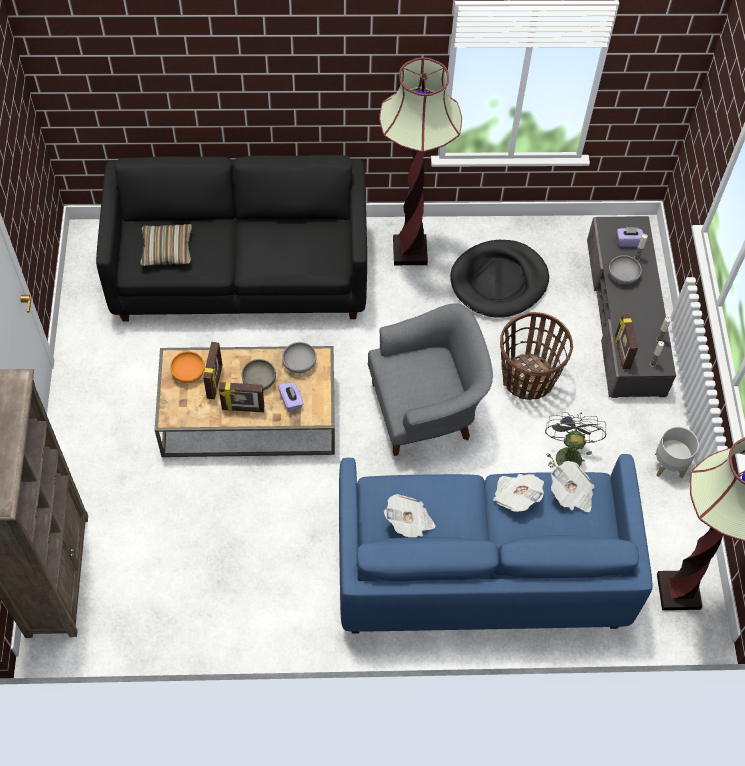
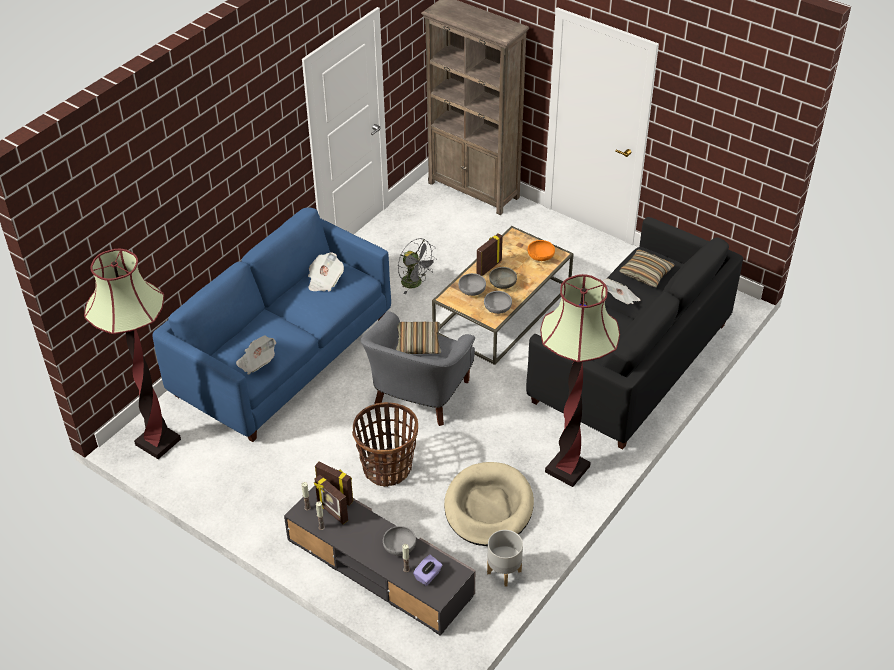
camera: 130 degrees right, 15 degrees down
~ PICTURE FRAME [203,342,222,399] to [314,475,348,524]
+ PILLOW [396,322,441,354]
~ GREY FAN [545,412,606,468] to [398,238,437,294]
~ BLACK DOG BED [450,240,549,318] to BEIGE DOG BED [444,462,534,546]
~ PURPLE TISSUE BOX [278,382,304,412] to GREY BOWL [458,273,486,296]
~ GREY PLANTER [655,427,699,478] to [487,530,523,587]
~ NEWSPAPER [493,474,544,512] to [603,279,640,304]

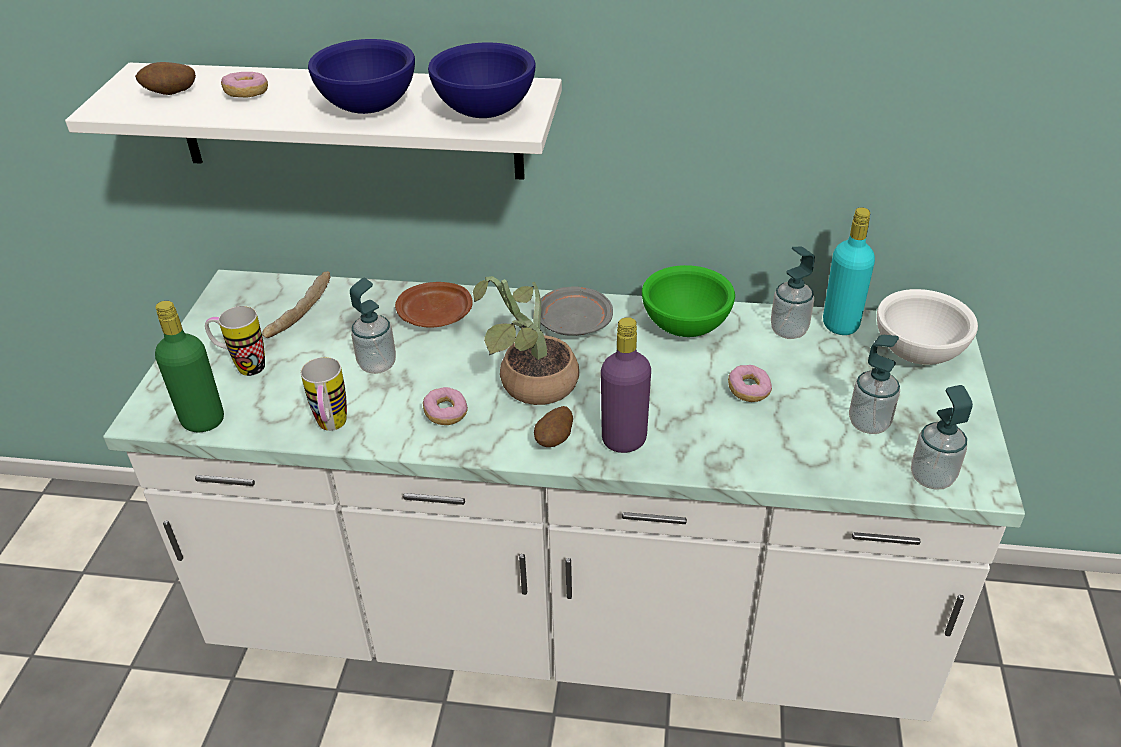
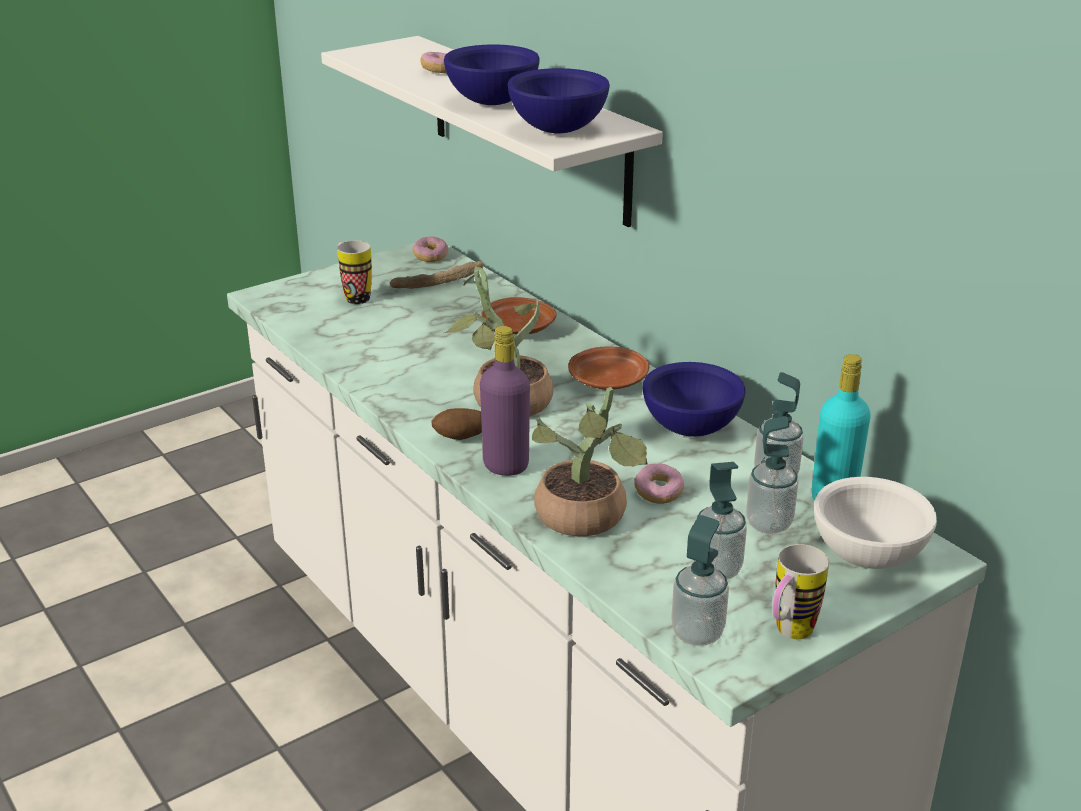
camera: 45 degrees right, 10 degrees down
~ DONUT [423,387,468,425] to [413,236,448,262]
+ POTTED PLANT [532,387,648,536]
~ GREY PLATE [541,287,613,336] to BROWN PLATE [568,347,649,390]
~ GREEN BOWL [642,265,735,337] to BLUE BOWL [642,362,746,436]
~ SOAP DISPENSER [350,278,396,374] to [746,416,799,534]
~ MUG [301,357,347,431] to [772,544,829,639]
- POTATO [135,62,196,95]
- GREEN BOTTLE [155,301,224,432]

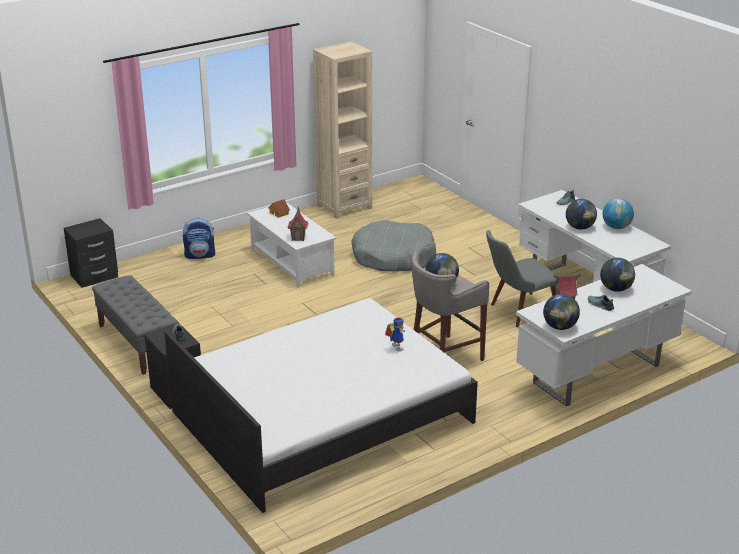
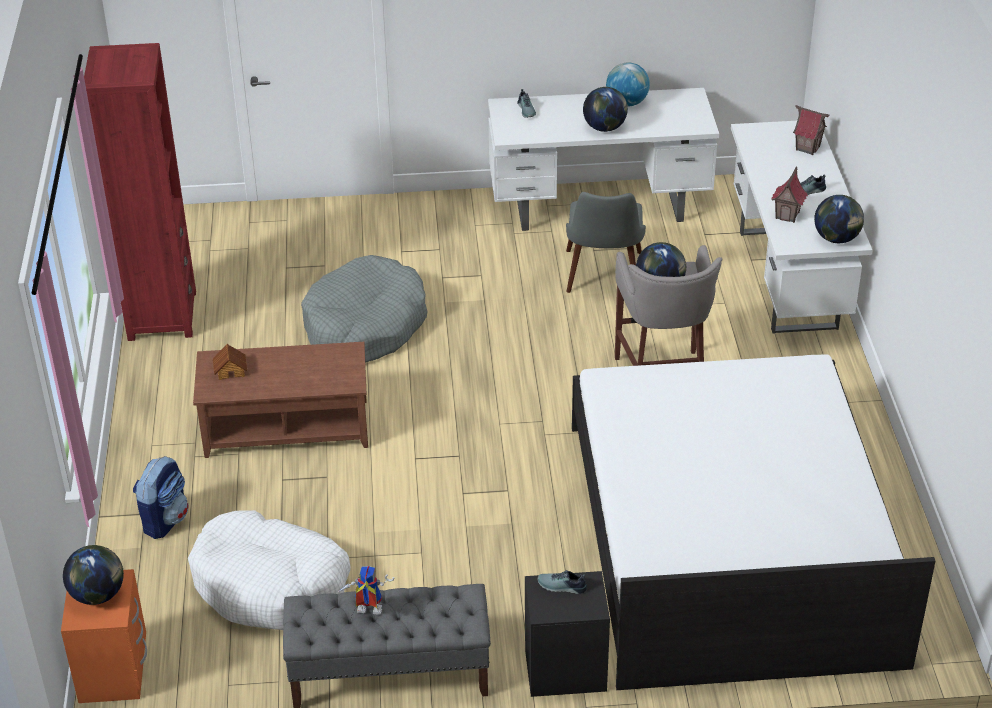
camera: 60 degrees left, 10 degrees up
~ BLACK NIGHTSTAND [64,218,118,288] to ORANGE NIGHTSTAND [61,569,147,703]
~ GLOBE [600,258,635,292] to [63,545,124,605]
~ BEIGE BOOKCASE [313,41,372,219] to RED BOOKCASE [84,43,196,341]
+ WHITE DOG BED [188,510,351,630]
~ WHITE COFFEE TABLE [247,202,336,288] to BROWN COFFEE TABLE [193,342,368,458]
~ TOY ROBOT [385,317,405,351] to [338,566,394,615]
~ TOY HOUSE [288,207,309,241] to [793,105,830,155]

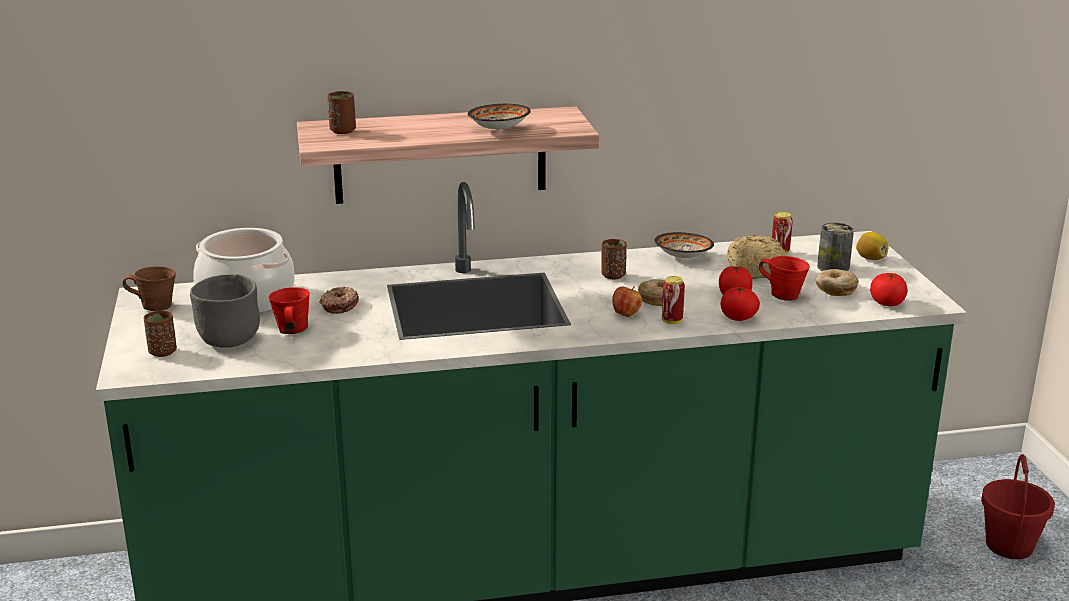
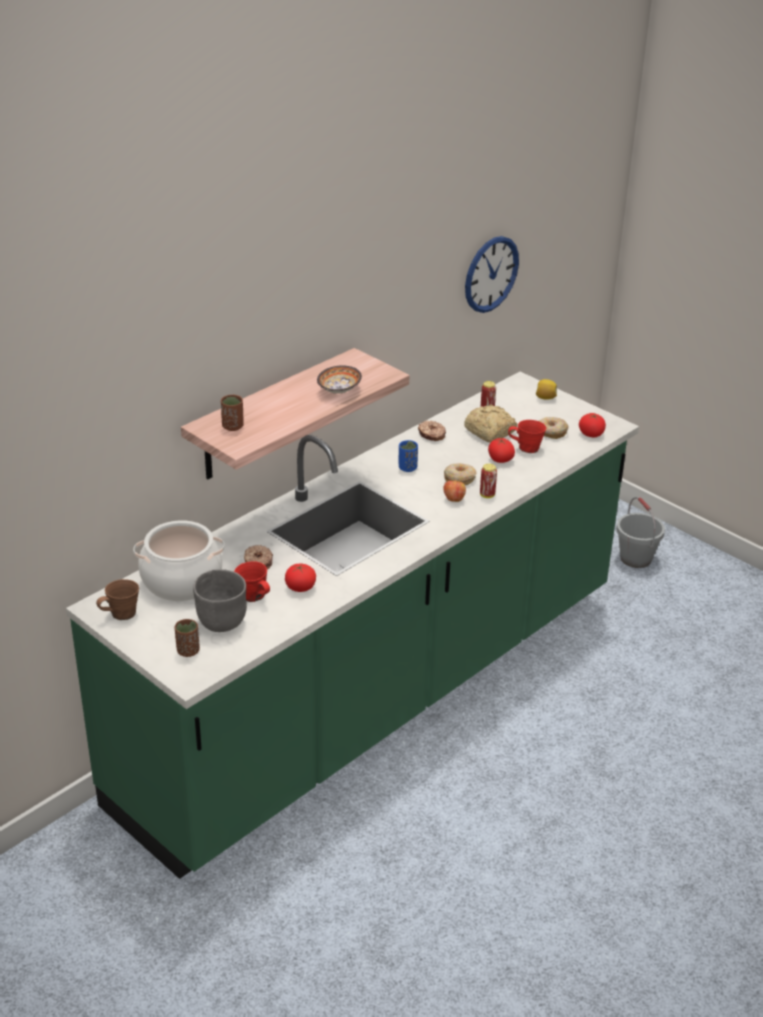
camera: 35 degrees left, 10 degrees up
~ TOMATO [721,286,760,321] to [285,564,316,592]
~ BROWN CUP [601,239,627,279] to BLUE CUP [399,440,418,472]
~ BOWL [654,232,714,258] to DONUT [418,420,446,441]
+ WALL CLOCK [465,236,519,313]
~ RED BUCKET [981,454,1055,559] to GREY BUCKET [616,497,665,568]
- CAN [817,222,854,271]

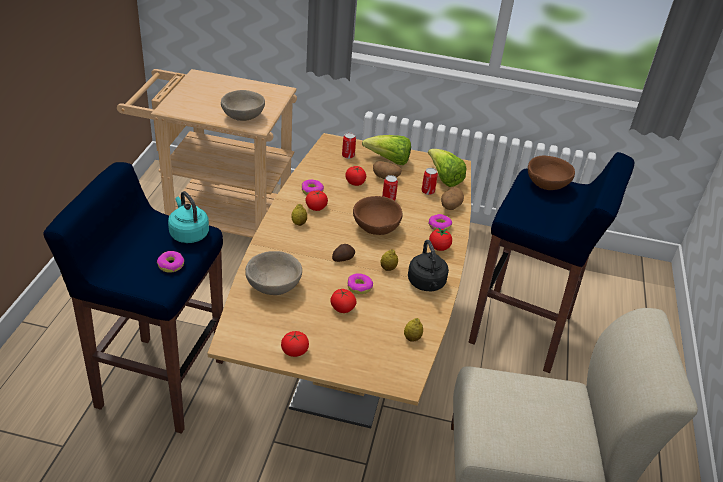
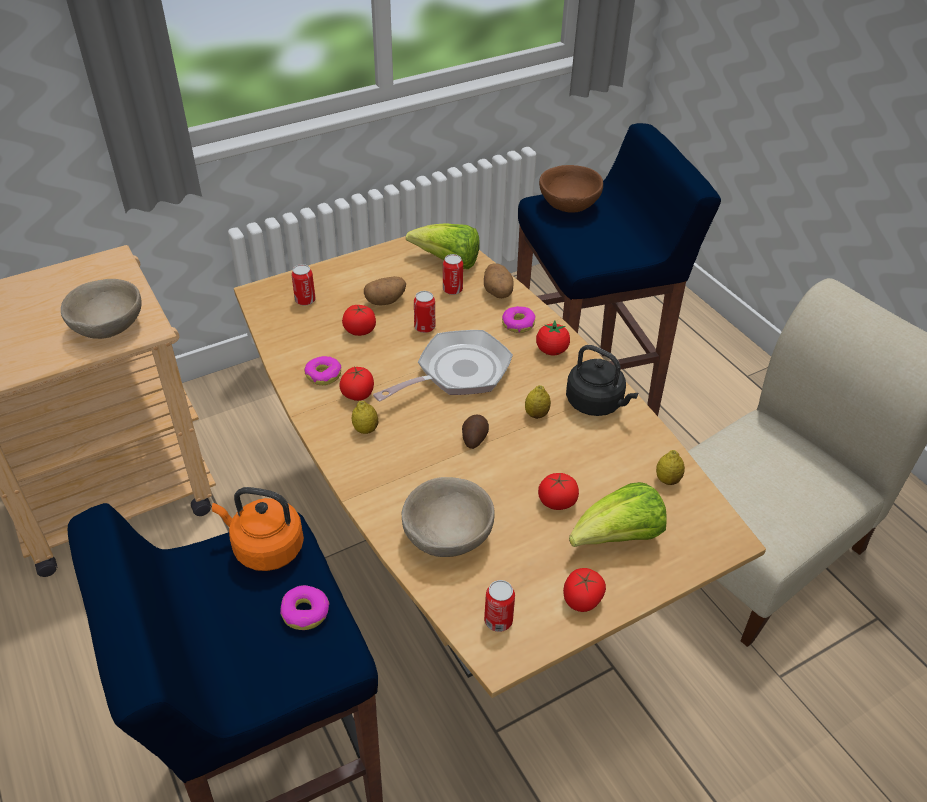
camera: 40 degrees left, 5 degrees up
~ TURQUOISE KETTLE [168,191,209,243] to ORANGE KETTLE [212,487,304,571]
~ BROWN BOWL [353,196,403,235] to FRYING PAN [373,330,513,402]
+ CAN [484,580,515,632]
~ LETTUCE [362,135,411,165] to [569,482,667,547]
- DONUT [347,273,373,294]

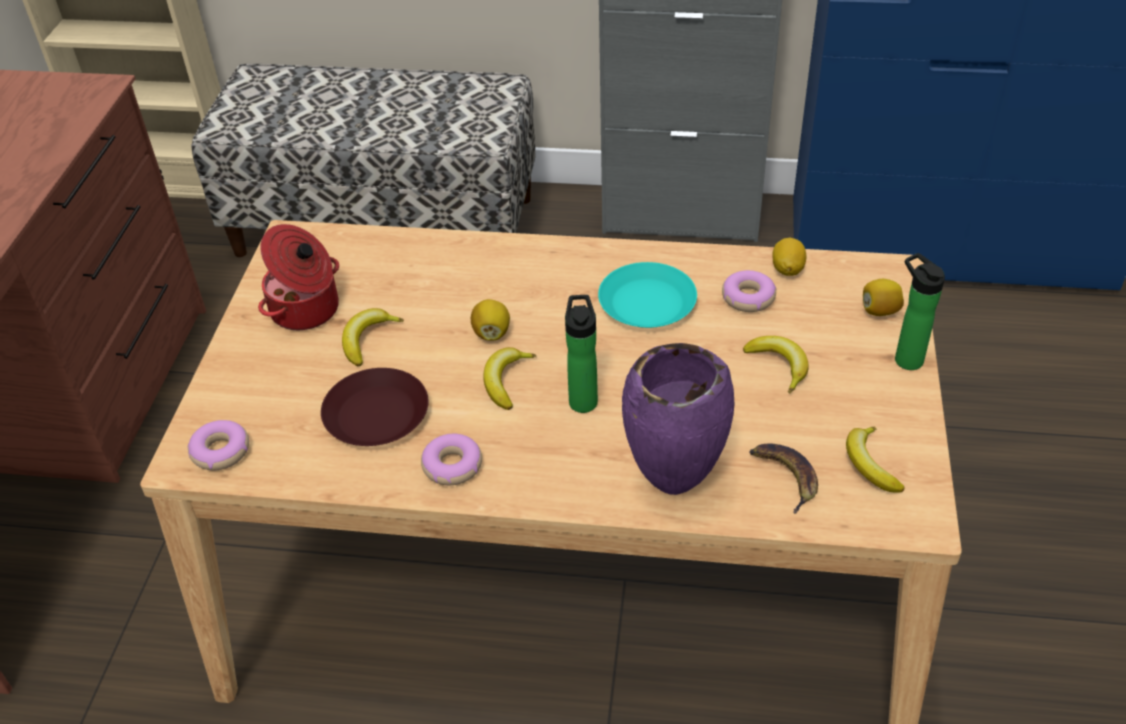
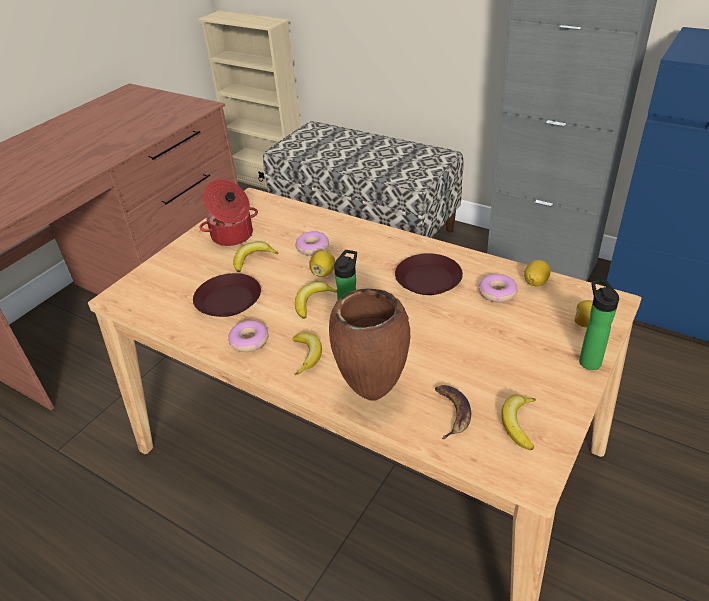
camera: 25 degrees right, 5 degrees down
~ BANANA [743,336,809,393] to [292,332,322,375]
~ DONUT [188,420,249,470] to [295,231,329,256]
~ PURPLE VASE [622,343,735,495] to BROWN VASE [329,288,410,401]
~ TURQUOISE PLATE [598,262,697,328] to BROWN PLATE [395,253,463,295]

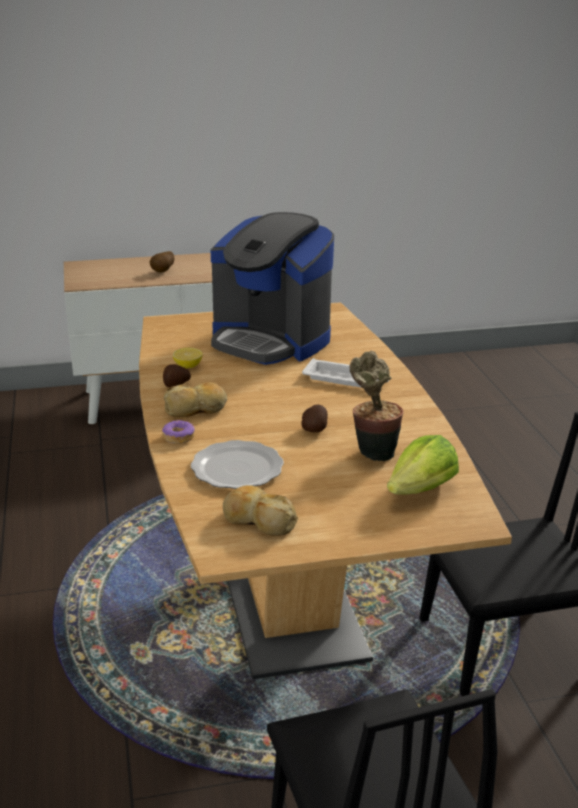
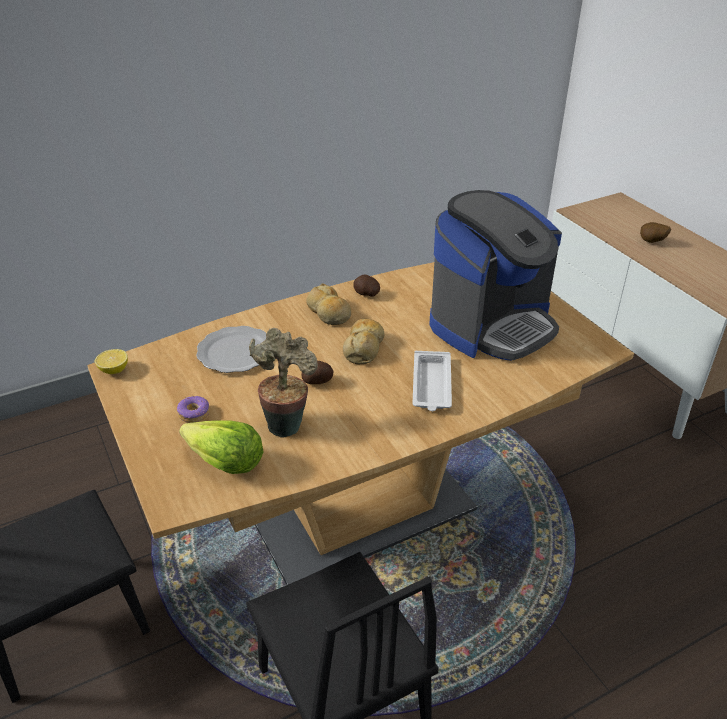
camera: 75 degrees right, 10 degrees up
~ LEMON [173,348,203,369] to [95,349,128,374]
~ DONUT [162,420,195,444] to [177,396,210,422]
~ BREAD [223,485,298,536] to [343,319,384,364]
~ COFFEE MACHINE [211,212,334,365] = [429,190,562,361] 150 degrees counterclockwise

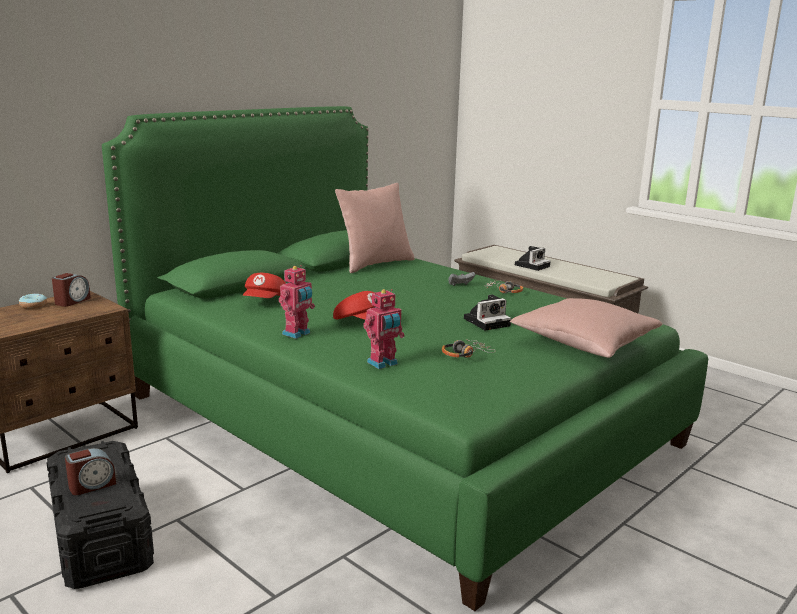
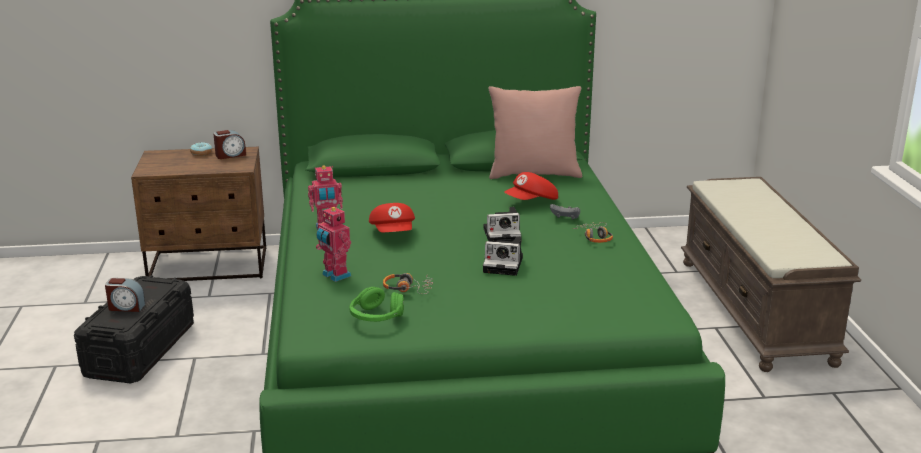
camera: 40 degrees right, 5 degrees up
~ TOY ROBOT [363,289,404,369] = [316,206,351,282] 45 degrees clockwise
+ GREEN HEADPHONES [349,287,404,322]
~ PHOTO CAMERA [515,246,551,271] to [484,207,521,242]
~ RED CAP [242,273,286,298] to [505,172,558,200]
- PINK PILLOW [510,298,662,358]

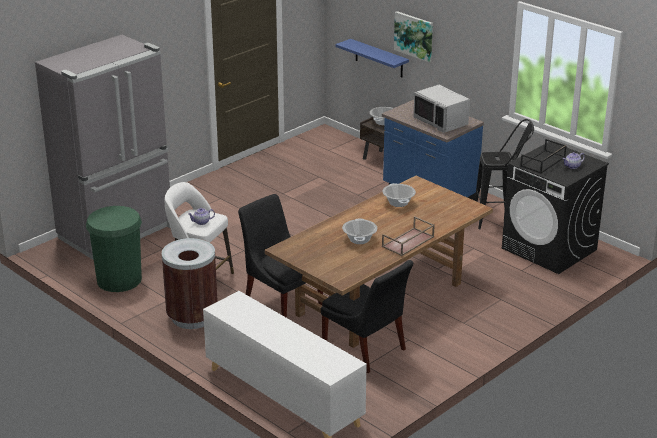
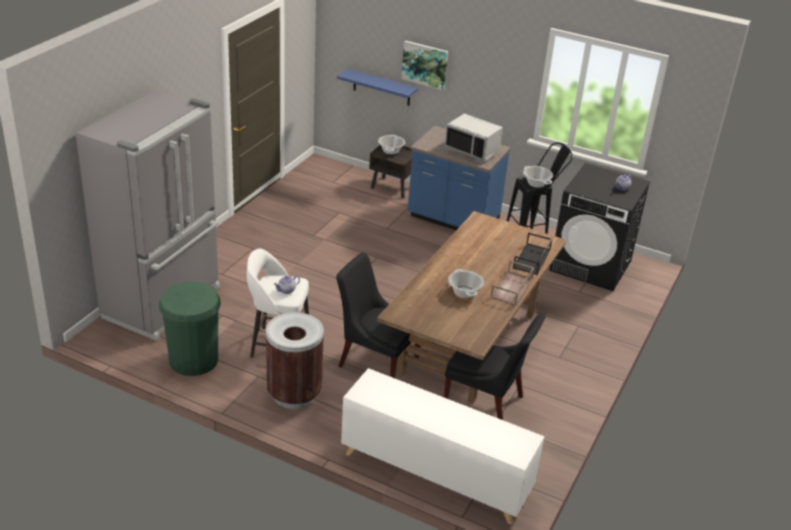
camera: 20 degrees left, 5 degrees up
~ BLACK TRAY [520,139,567,173] to [513,232,552,275]
~ COOKING POT [382,183,416,207] to [523,166,553,188]

